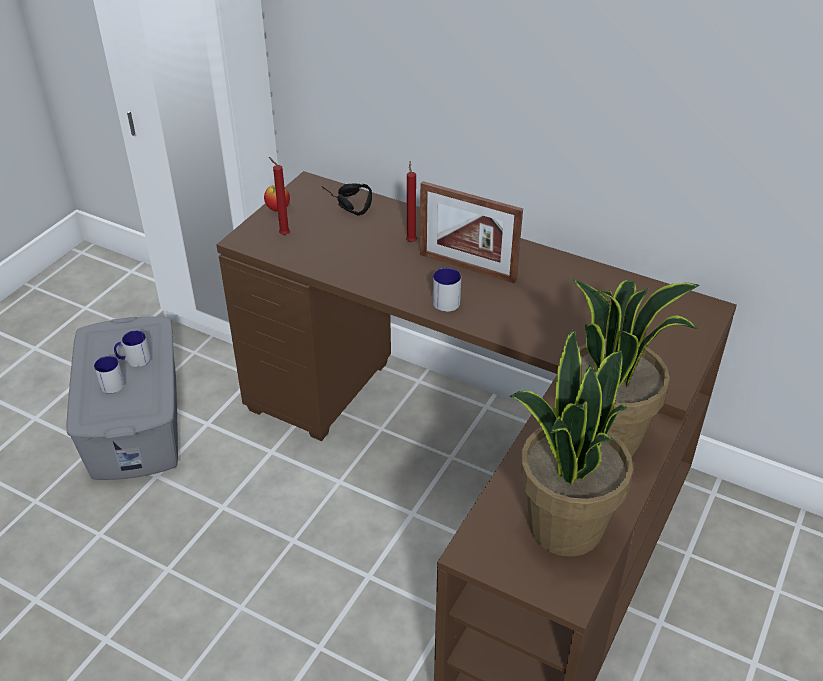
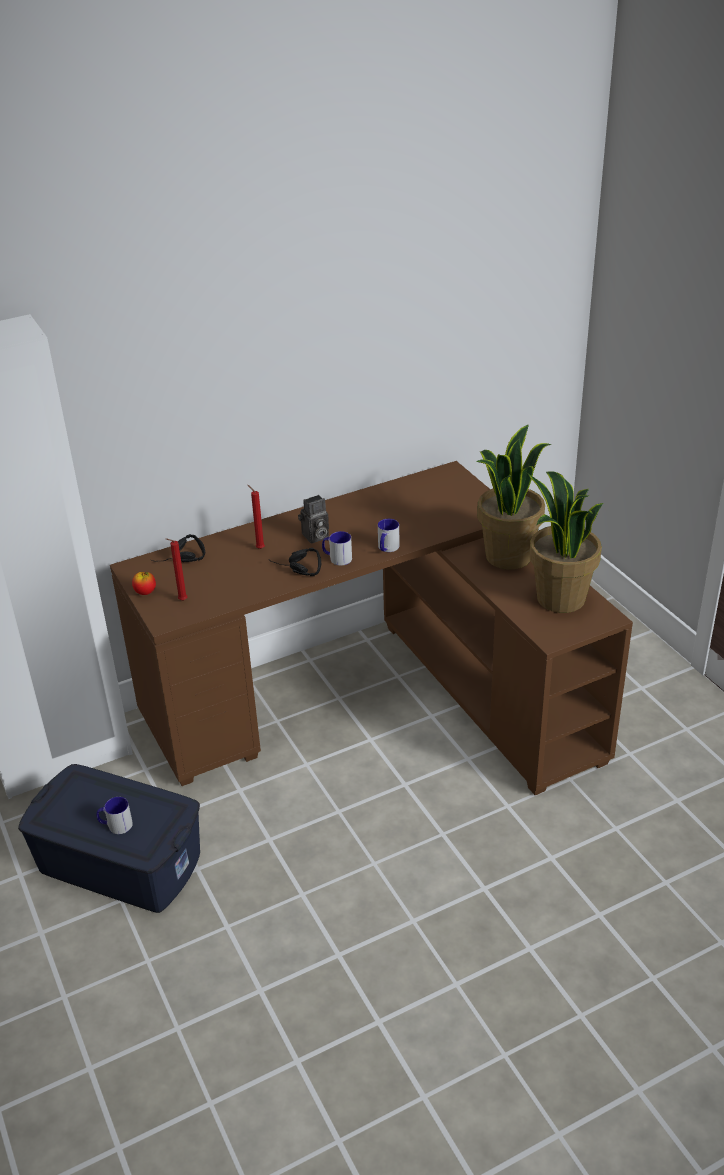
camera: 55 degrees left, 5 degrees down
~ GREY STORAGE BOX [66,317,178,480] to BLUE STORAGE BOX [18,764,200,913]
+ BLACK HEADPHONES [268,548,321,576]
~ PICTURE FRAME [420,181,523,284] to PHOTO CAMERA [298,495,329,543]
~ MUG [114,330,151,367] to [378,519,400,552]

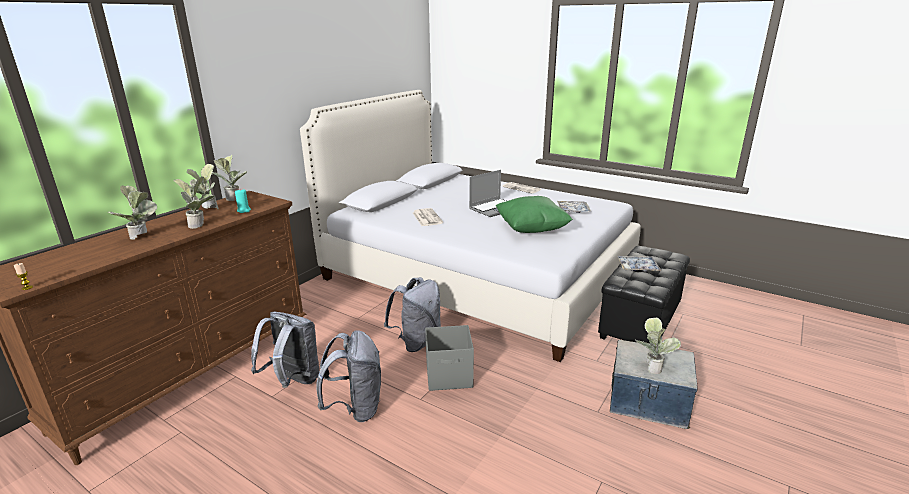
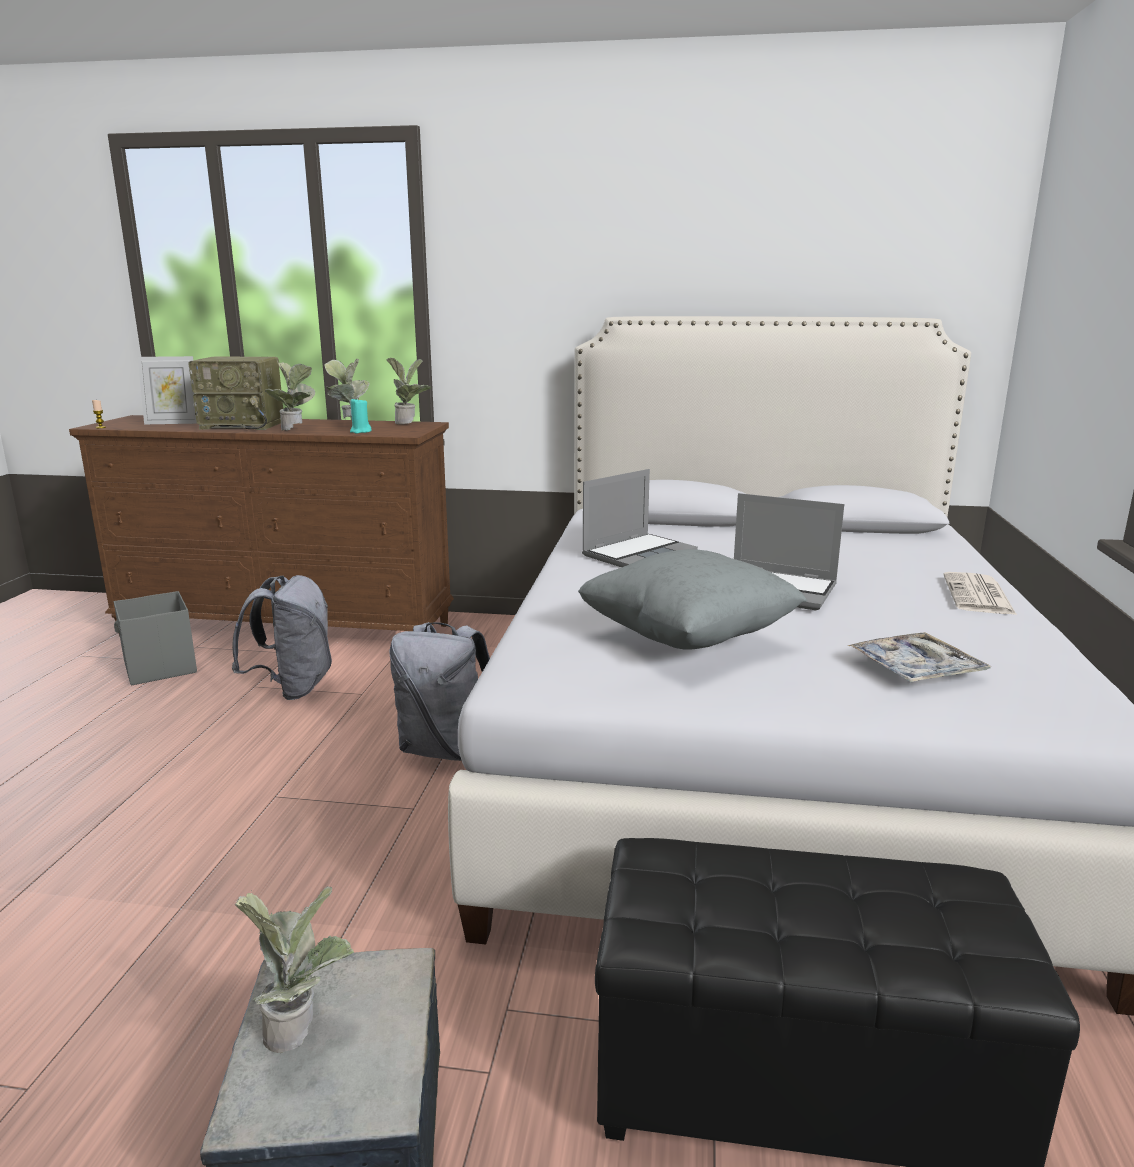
camera: 65 degrees right, 5 degrees down
~ GREY STORAGE BOX [425,325,474,391] to [114,591,197,685]
+ PICTURE FRAME [138,356,197,425]
~ POTTED PLANT [108,185,157,240] to RADIO [188,357,283,430]
~ GREEN PILLOW [496,196,573,233] to GREY PILLOW [578,549,807,650]
~ NEWSPAPER [412,208,443,226] to LAPTOP [582,469,698,567]
- GREY BACKPACK [316,330,381,422]
- TRAY [618,256,661,272]

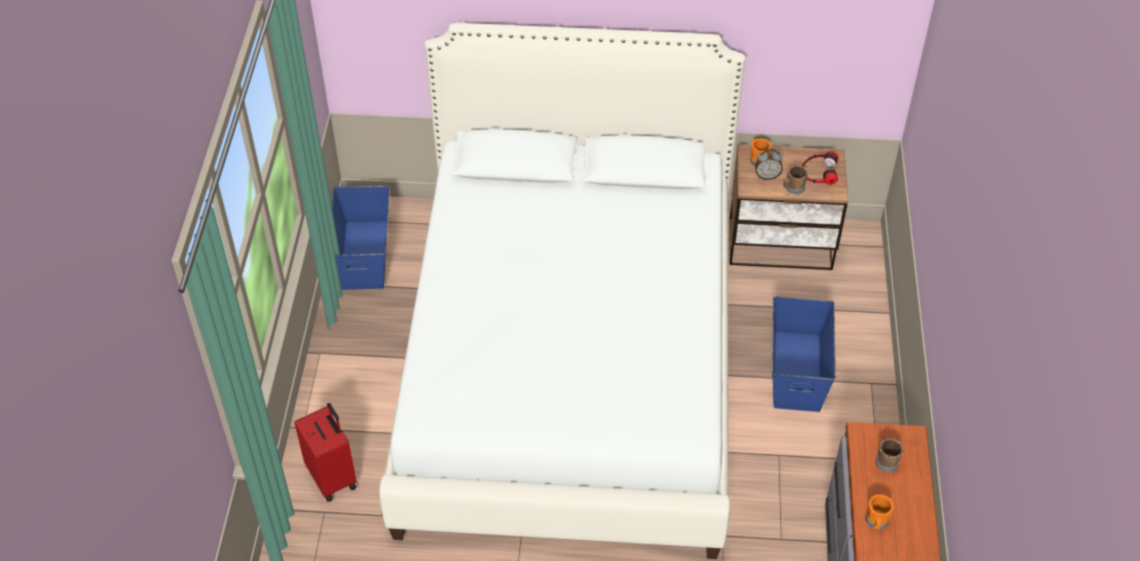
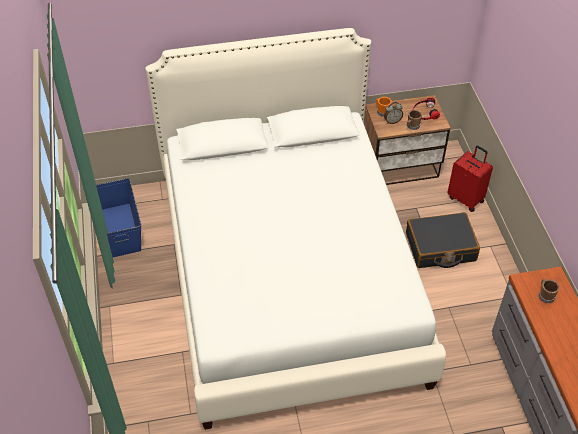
camera: 15 degrees left, 0 degrees up
~ BLUE STORAGE BOX [772,296,836,412] to BLACK SUITCASE [406,212,480,268]
~ RED SUITCASE [294,403,357,502] to [448,145,493,212]
- ORANGE MUG [865,494,894,529]

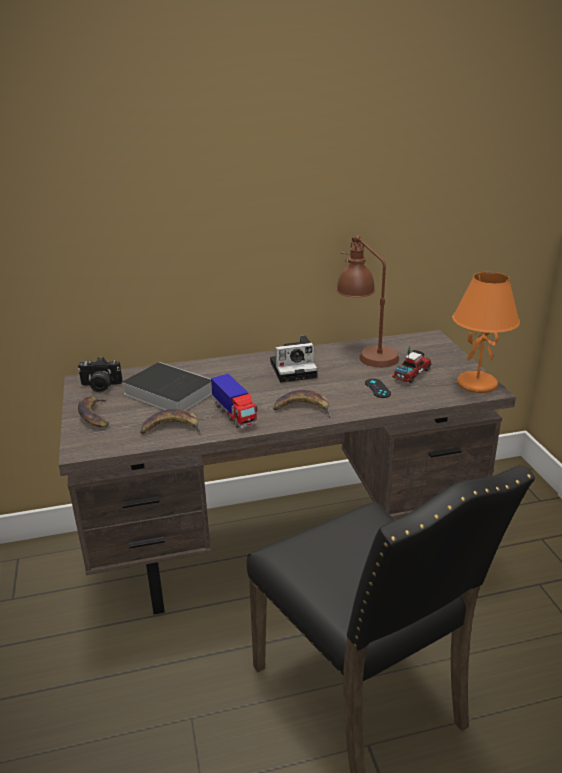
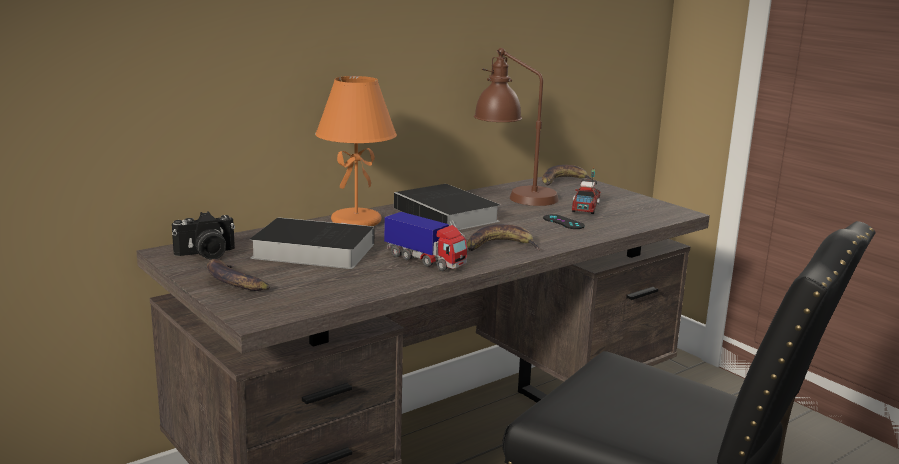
camera: 25 degrees left, 10 degrees down
~ ORANGE TABLE LAMP [452,272,520,393] to [315,76,397,226]
~ PHOTO CAMERA [270,335,317,382] to BOOK [394,184,500,236]
~ BANANA [140,409,201,434] to [542,165,591,186]

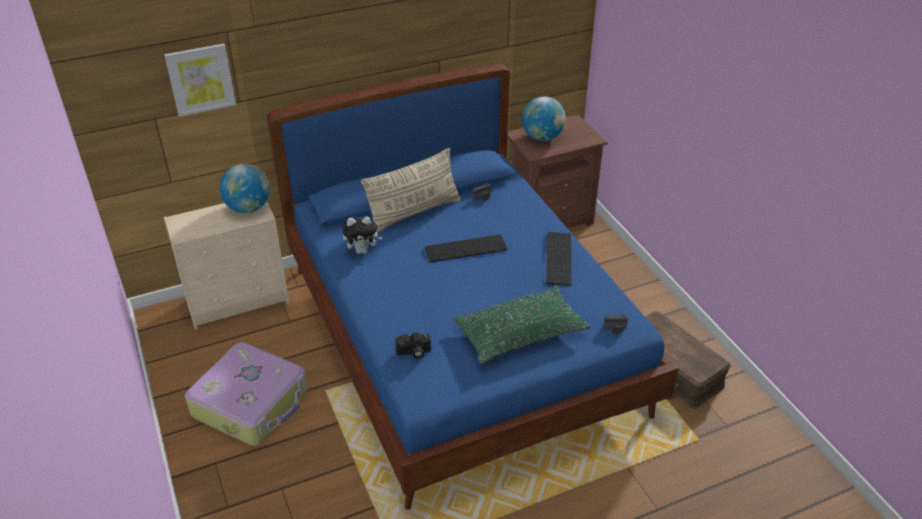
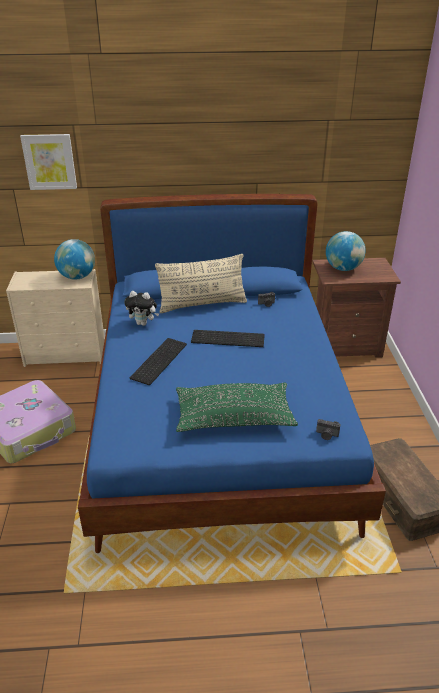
camera: 20 degrees right, 5 degrees down
~ KEYBOARD [546,232,572,286] to [130,338,187,385]
- PHOTO CAMERA [395,332,431,359]

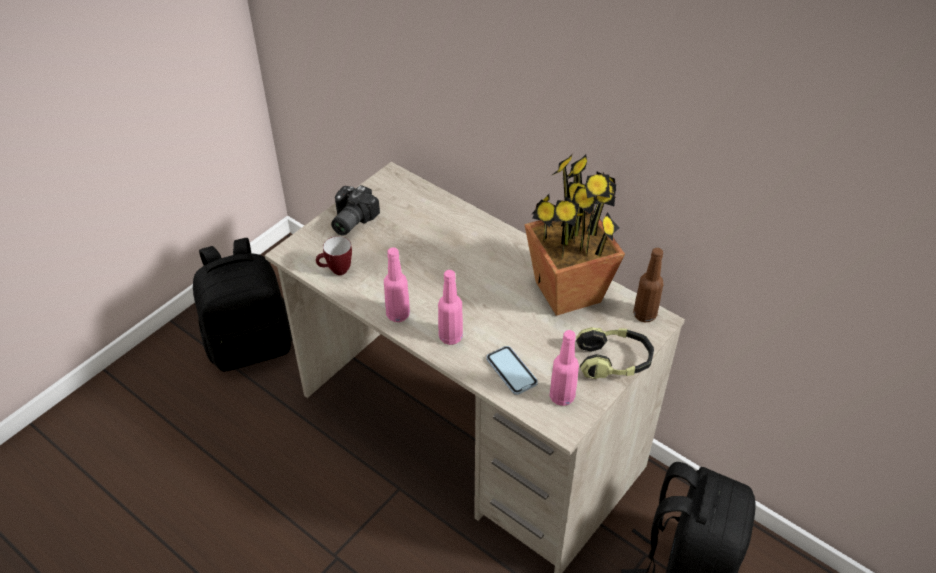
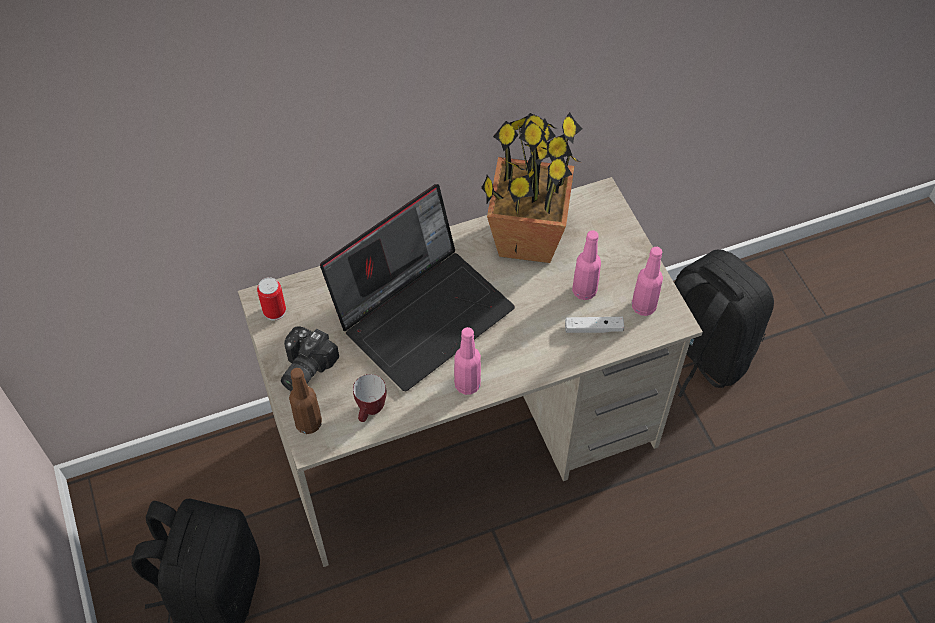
camera: 60 degrees left, 10 degrees up
+ CAN [257,277,286,321]
~ PHOTO CAMERA [331,185,380,236] = [281,326,339,391] 60 degrees clockwise
~ BROWN BOTTLE [633,248,663,322] to [289,368,322,434]
+ LAPTOP [320,184,515,391]
~ PHONE [486,346,538,395] to WHITE GAME CONTROLLER [565,317,624,333]
~ PINK BOTTLE [438,270,463,345] to [572,230,601,300]
- HEADPHONES [576,327,654,379]

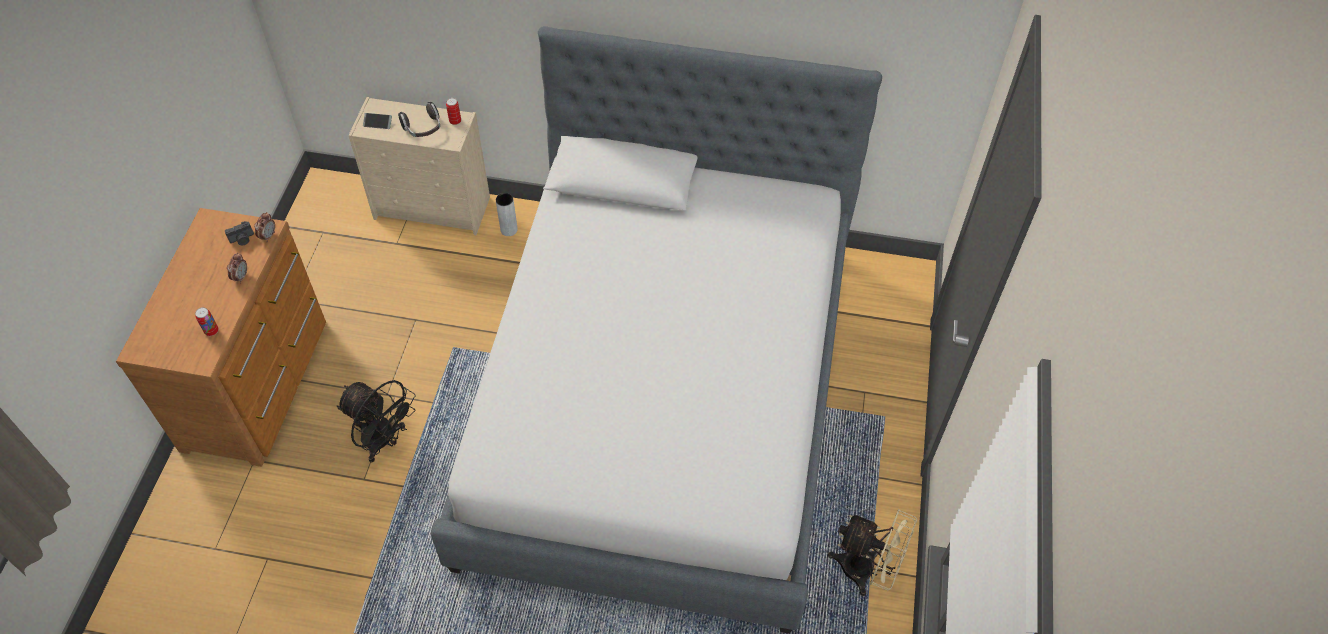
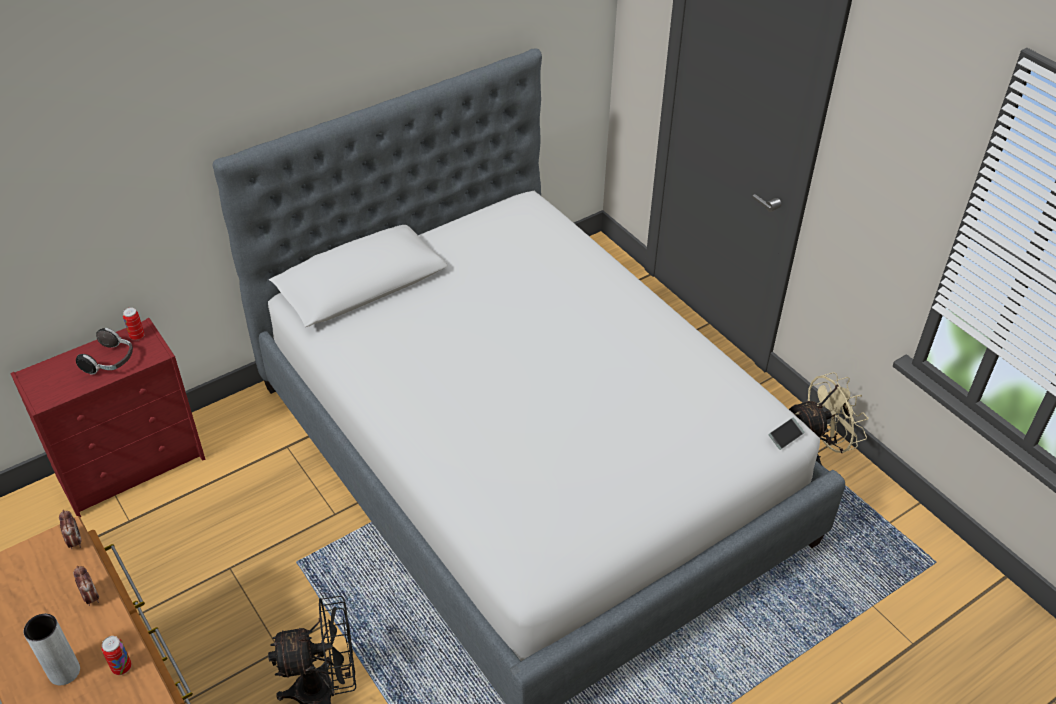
camera: 45 degrees left, 10 degrees down
~ BEIGE DRESSER [348,97,490,235] to RED DRESSER [10,318,205,517]
~ GREY VASE [496,193,518,236] to [24,614,80,685]
~ PHONE [363,113,392,129] to [769,417,805,450]
- PHOTO CAMERA [225,221,254,245]

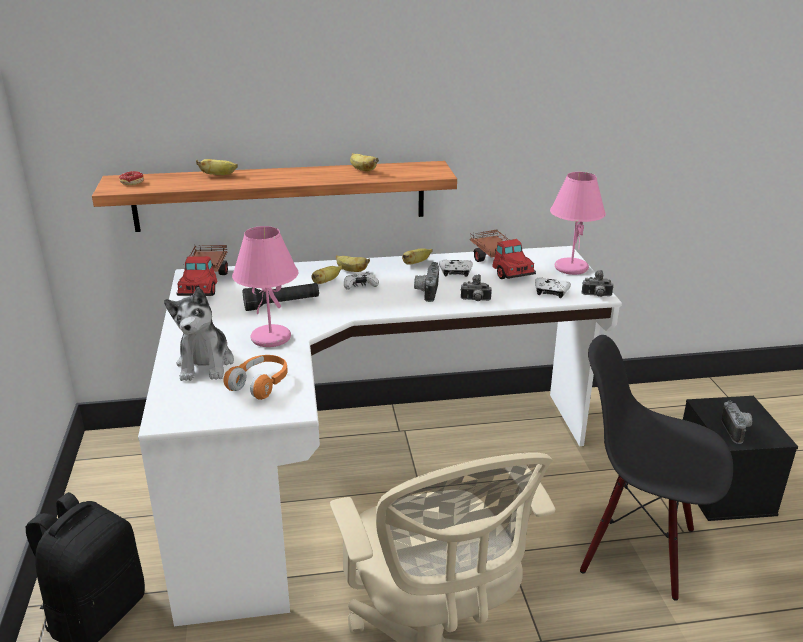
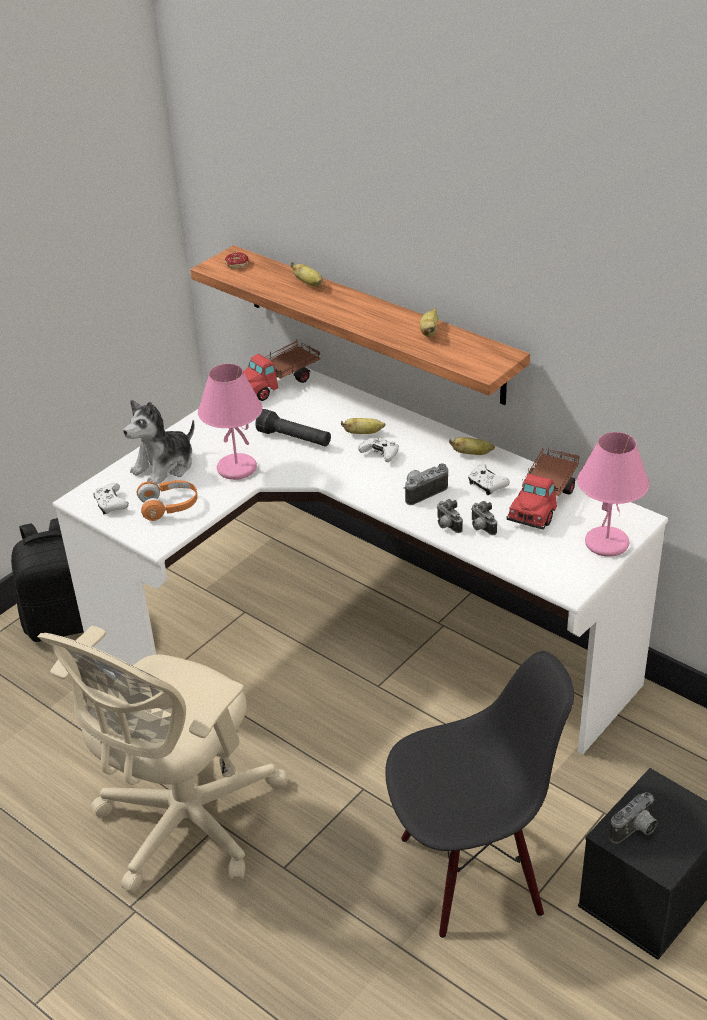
camera: 50 degrees right, 10 degrees up
~ WHITE GAME CONTROLLER [535,277,571,298] to [94,483,129,514]
~ BLACK CHAIR [580,335,733,601] = [385,651,574,938] 90 degrees clockwise
~ PHOTO CAMERA [582,270,614,297] to [471,501,497,535]
- BANANA [336,255,370,272]

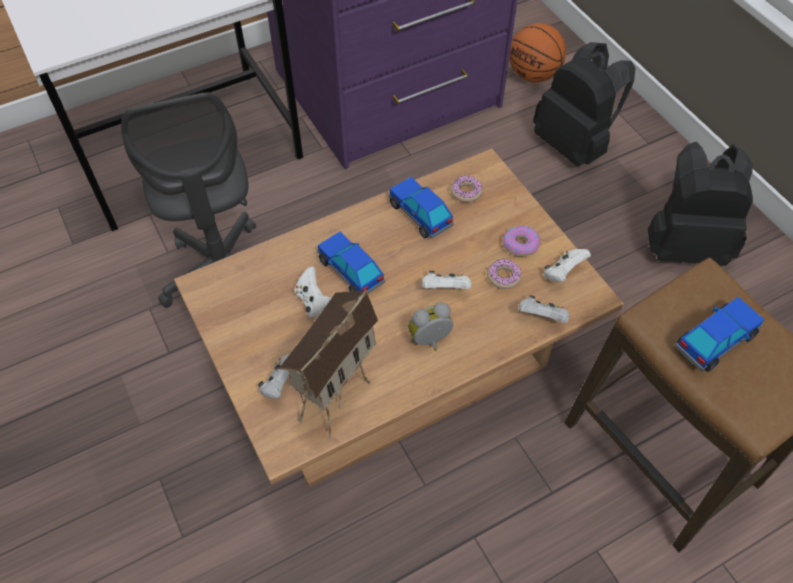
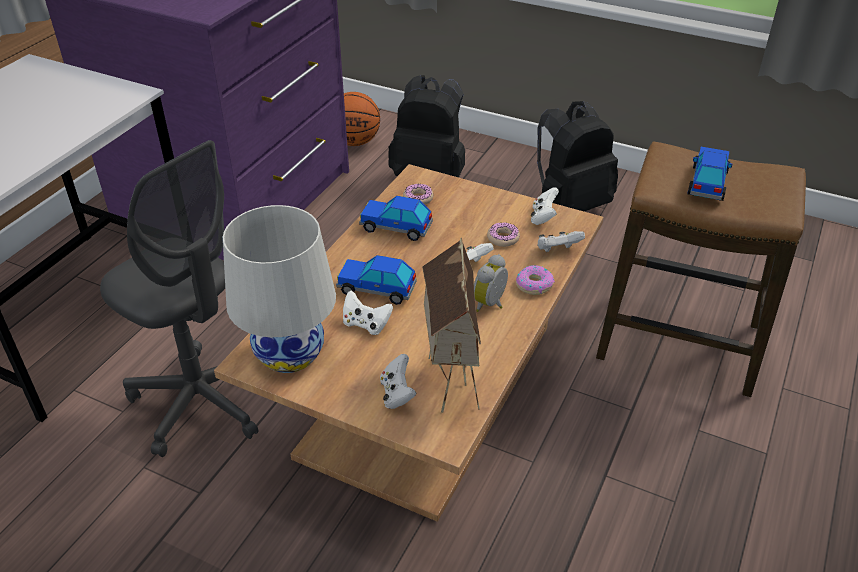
camera: 35 degrees left, 15 degrees down
+ WHITE TABLE LAMP [223,205,336,373]
~ DONUT [502,226,540,257] to [516,265,555,295]

